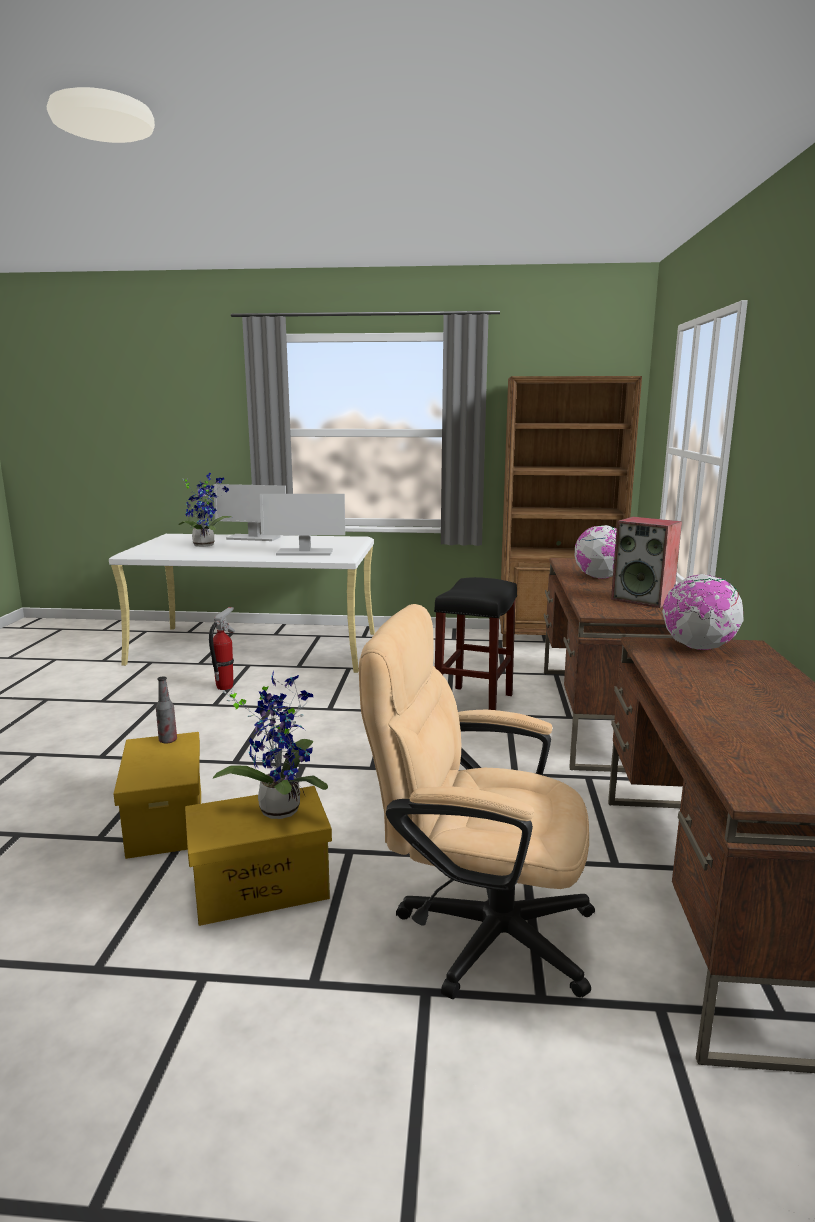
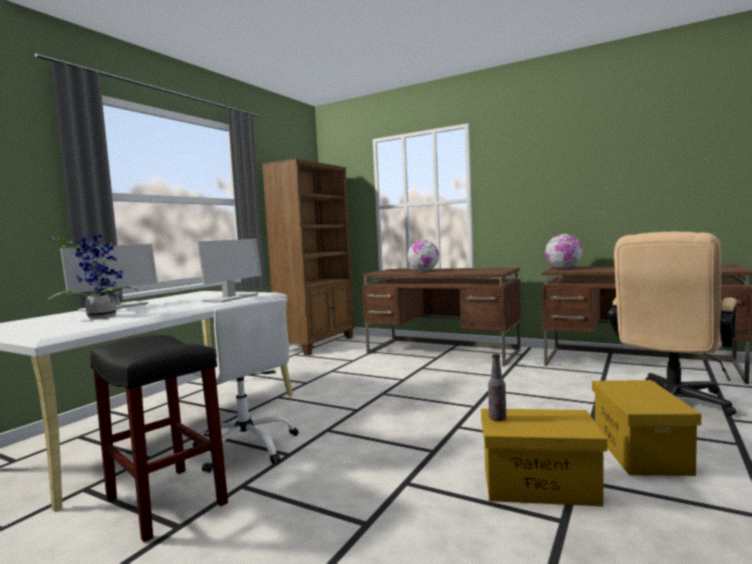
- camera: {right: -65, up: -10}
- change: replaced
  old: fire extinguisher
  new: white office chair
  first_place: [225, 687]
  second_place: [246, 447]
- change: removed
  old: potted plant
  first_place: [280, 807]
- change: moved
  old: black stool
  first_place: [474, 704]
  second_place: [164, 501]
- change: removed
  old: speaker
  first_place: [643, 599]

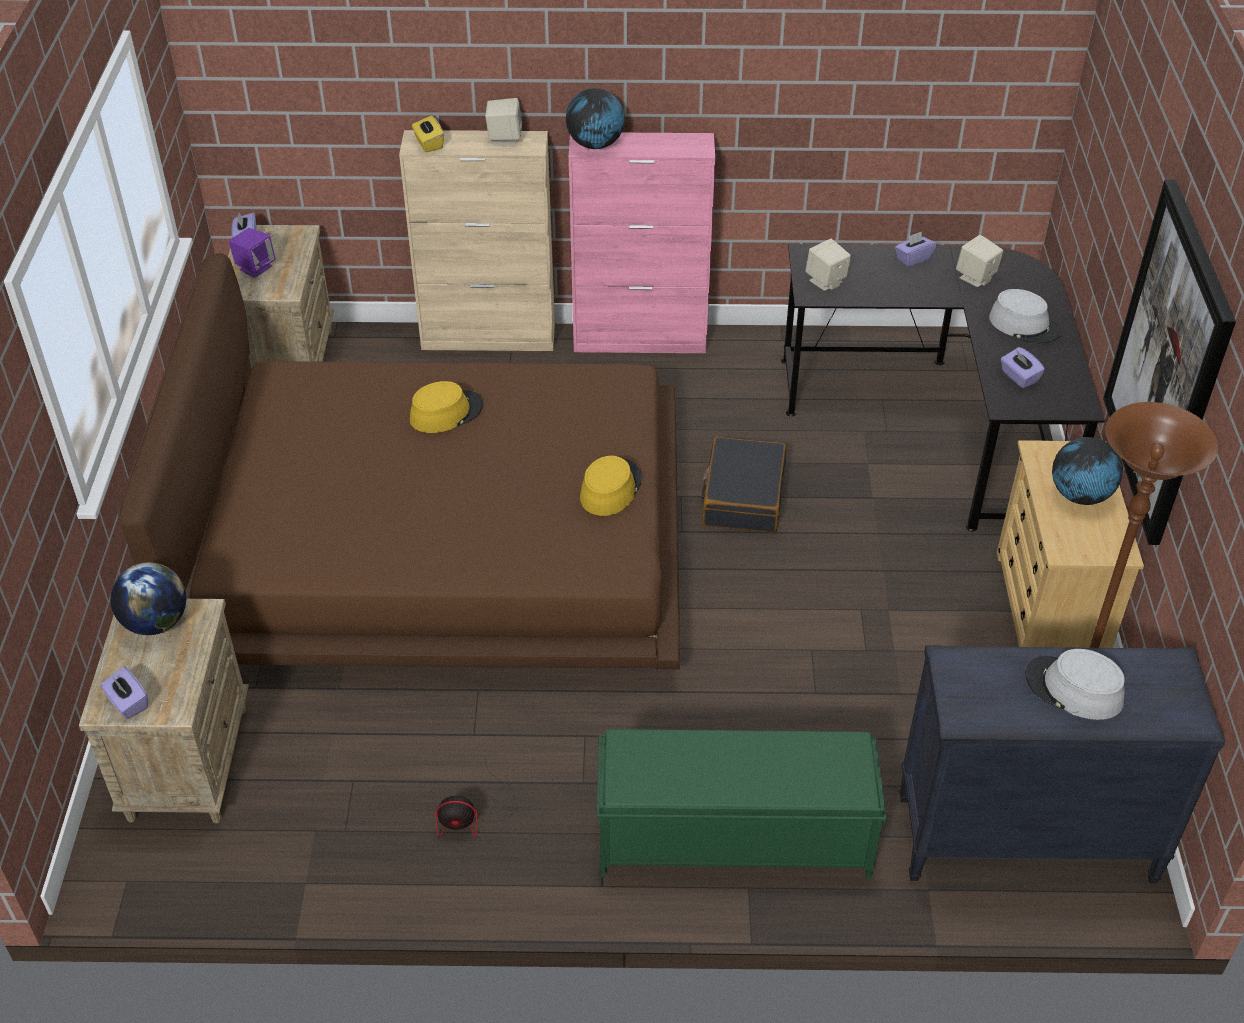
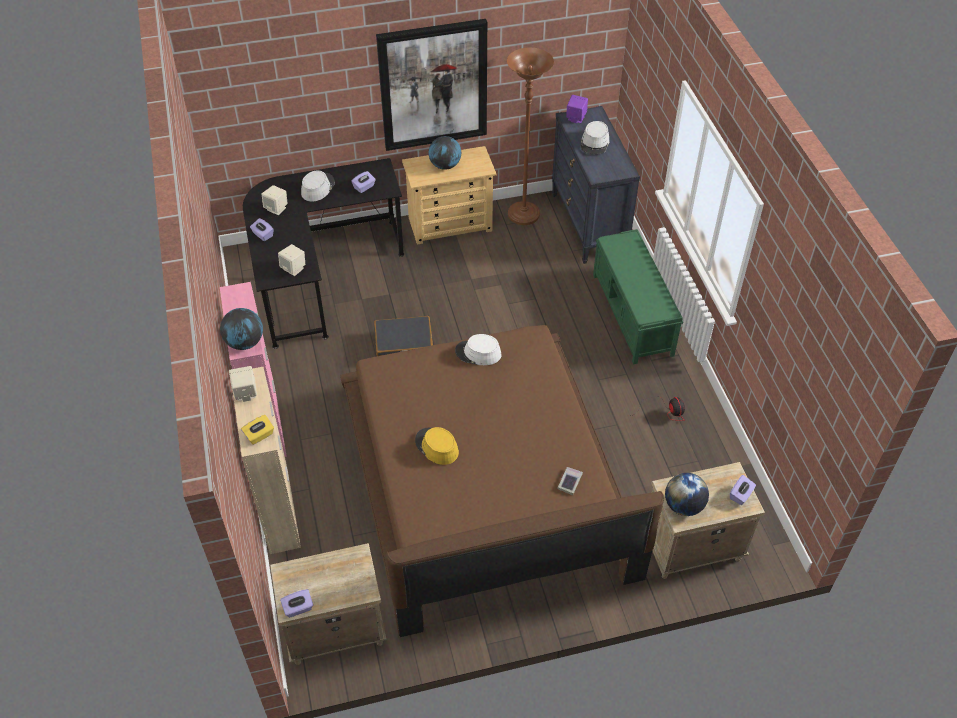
- camera: {right: -105, up: 5}
- change: moved
  old: purple speaker
  first_place: [255, 267]
  second_place: [575, 118]
- change: recoloured
  old: yellow hat
  new: white hat
  first_place: [610, 488]
  second_place: [478, 353]
- change: added
  new: book
  second_place: [569, 482]

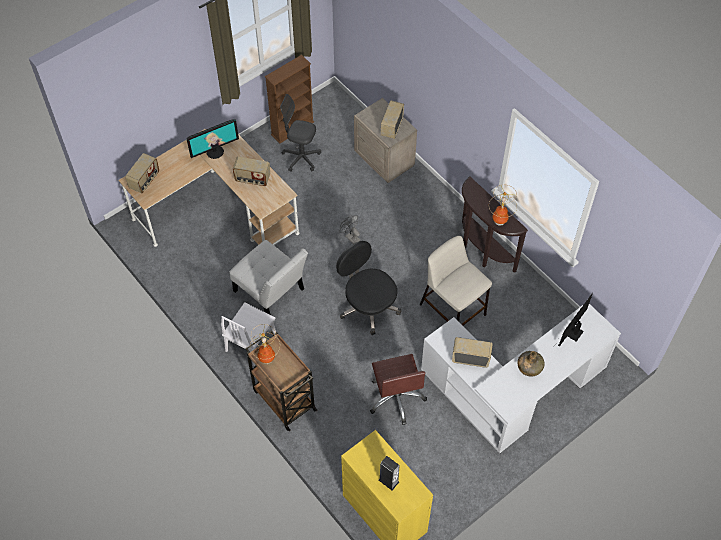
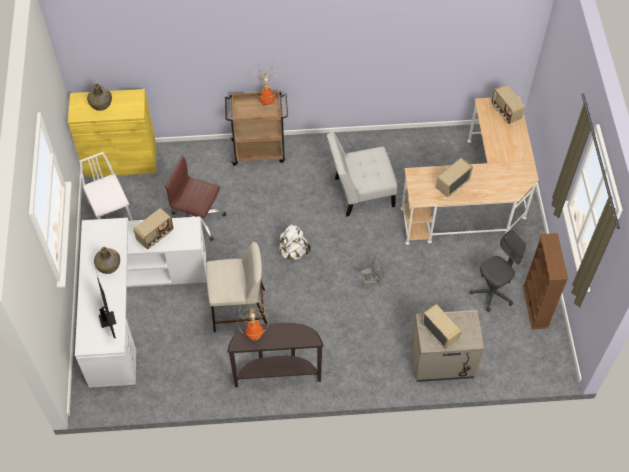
- camera: {right: 125, up: 0}
- change: removed
  old: monitor
  first_place: [215, 152]
- change: moved
  old: white chair
  first_place: [251, 342]
  second_place: [110, 211]
- change: replaced
  old: black office chair
  new: white backpack
  first_place: [368, 306]
  second_place: [293, 251]
- change: replaced
  old: speaker
  new: green bottle
  first_place: [388, 481]
  second_place: [101, 103]

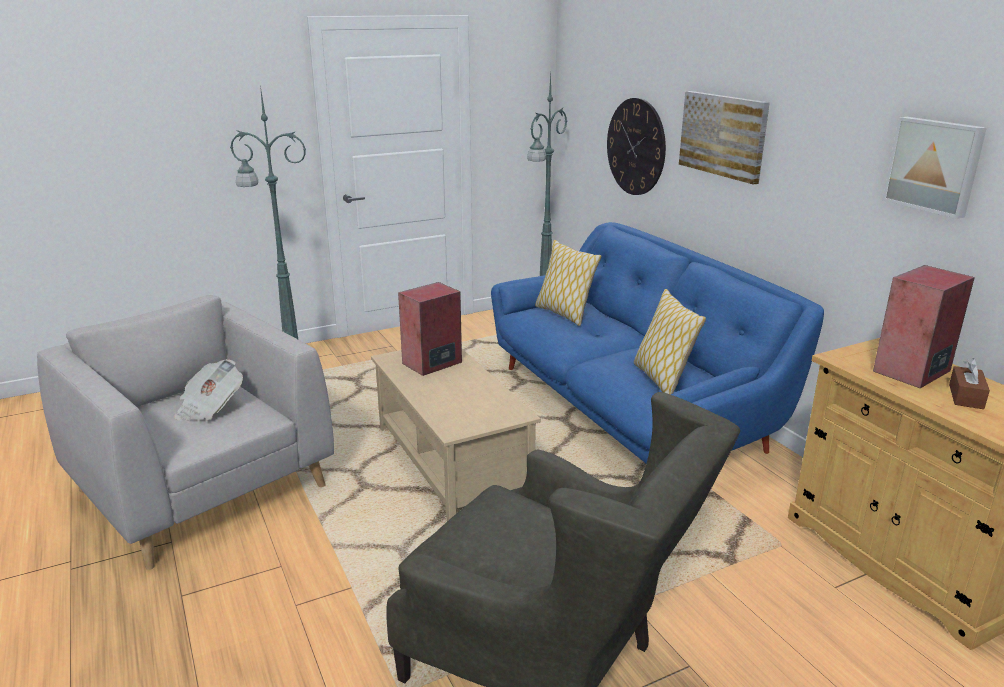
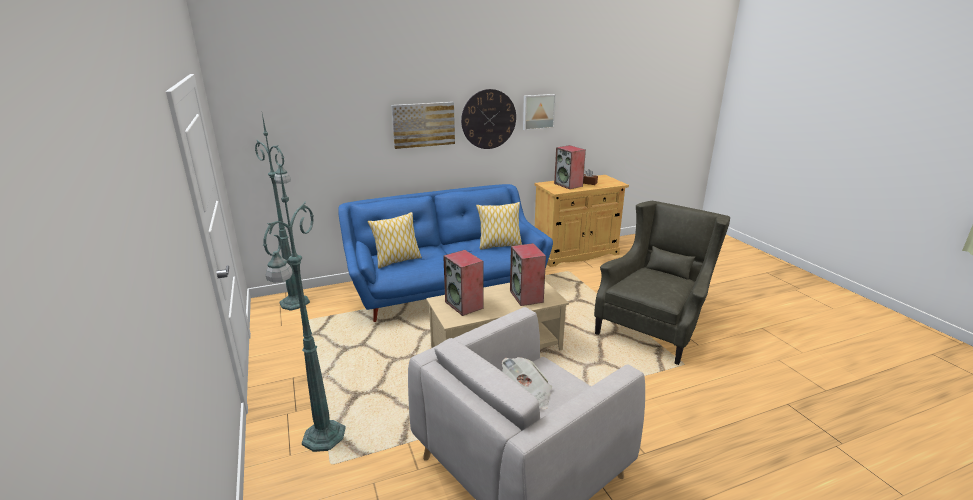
- camera: {right: -85, up: 0}
- change: moved
  old: wall clock
  first_place: [636, 147]
  second_place: [488, 119]
- change: added
  new: speaker
  second_place: [527, 296]

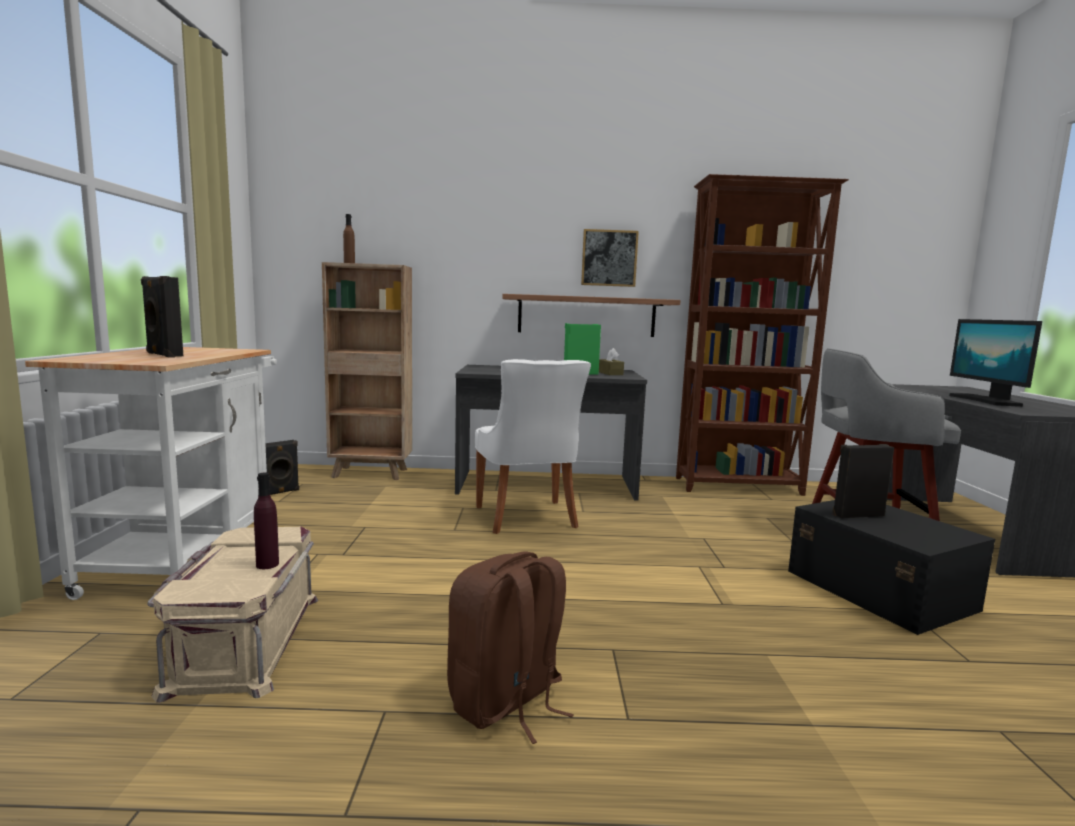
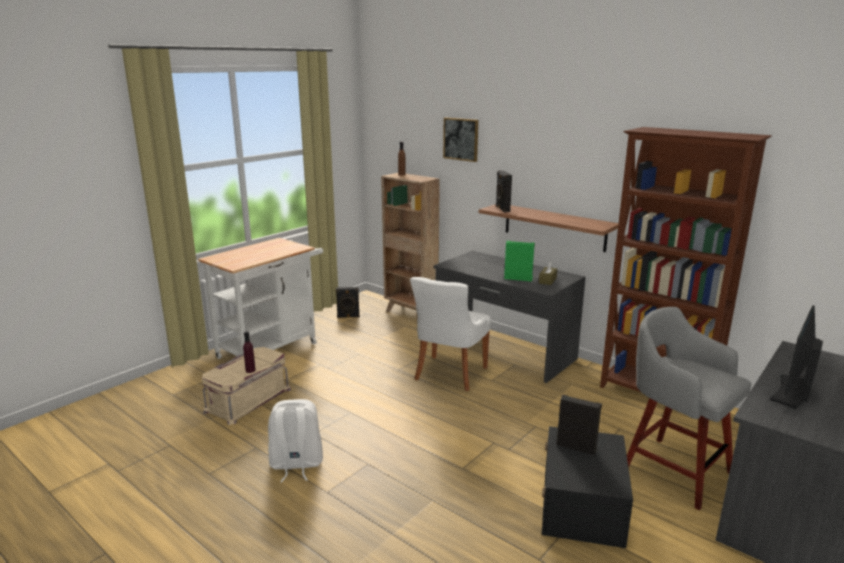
- camera: {right: 40, up: 10}
- change: moved
  old: black speaker
  first_place: [163, 355]
  second_place: [502, 209]
- change: recoloured
  old: brown backpack
  new: white backpack
  first_place: [507, 703]
  second_place: [296, 464]
- change: moved
  old: picture
  first_place: [609, 258]
  second_place: [461, 139]

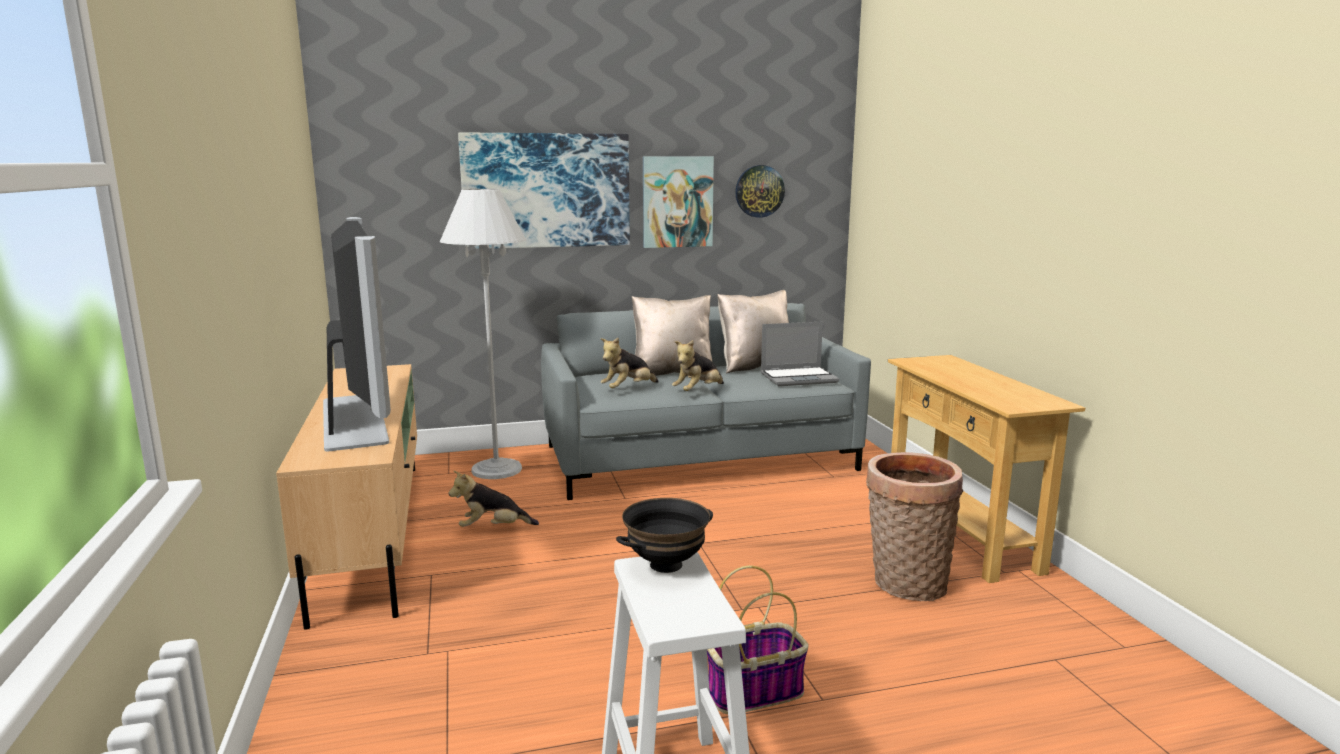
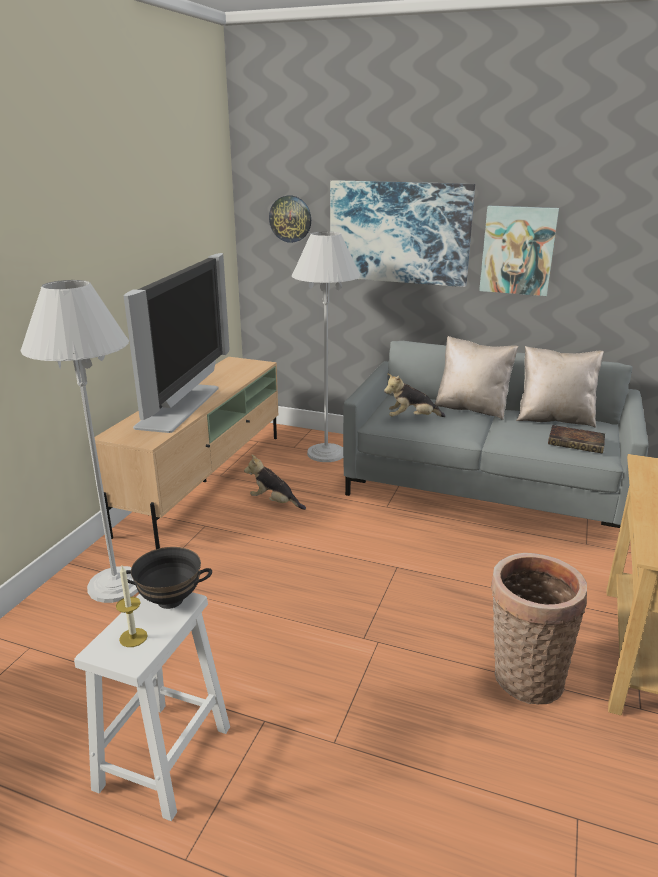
- camera: {right: 35, up: 10}
- change: removed
  old: plush toy
  first_place: [698, 391]
- change: removed
  old: basket
  first_place: [755, 691]
- change: moved
  old: wall clock
  first_place: [759, 191]
  second_place: [290, 219]
- change: replaced
  old: laptop
  new: book
  first_place: [799, 378]
  second_place: [577, 443]
- change: added
  new: white floor lamp
  second_place: [115, 585]
- change: added
  new: candle
  second_place: [133, 637]

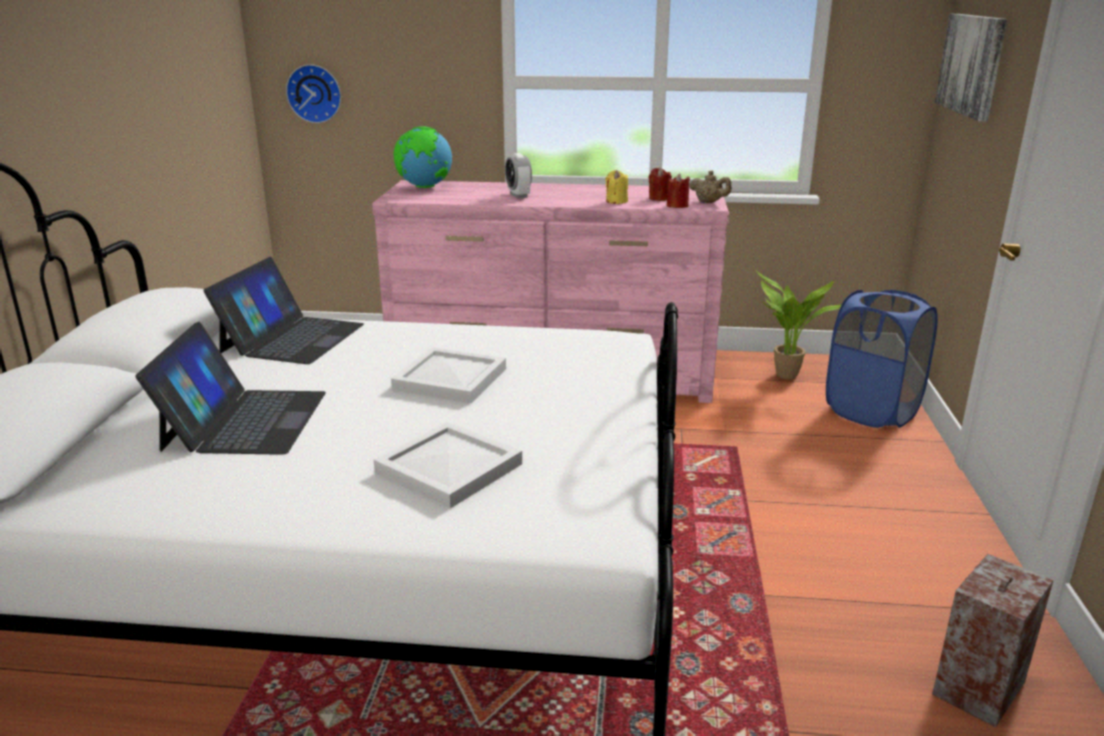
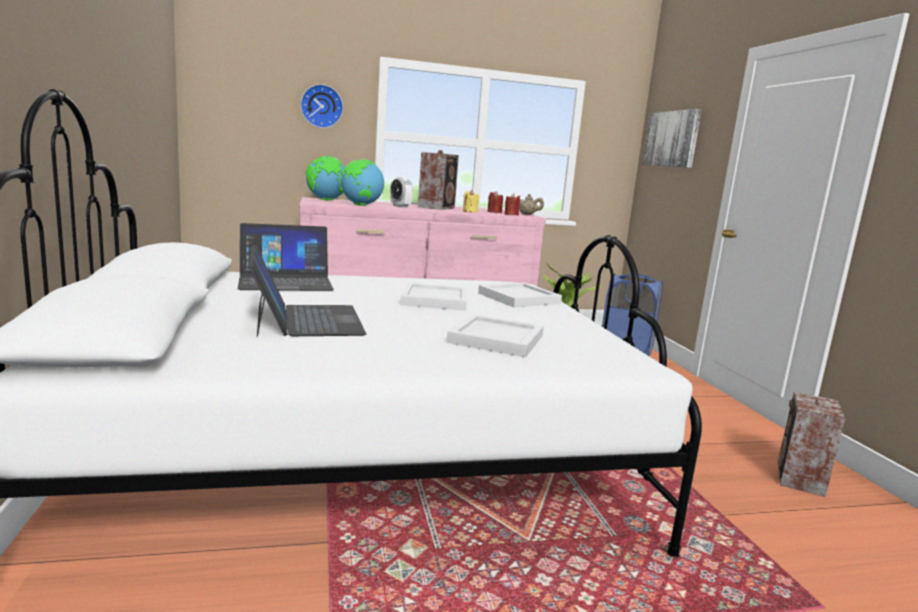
- camera: {right: -20, up: -10}
- change: turned
  old: laptop
  first_place: [292, 338]
  second_place: [285, 281]
  degrees: 75
- change: moved
  old: wall clock
  first_place: [315, 93]
  second_place: [321, 106]
- change: added
  new: globe
  second_place: [361, 205]
- change: added
  new: speaker
  second_place: [437, 207]
- change: added
  new: white tray
  second_place: [520, 298]

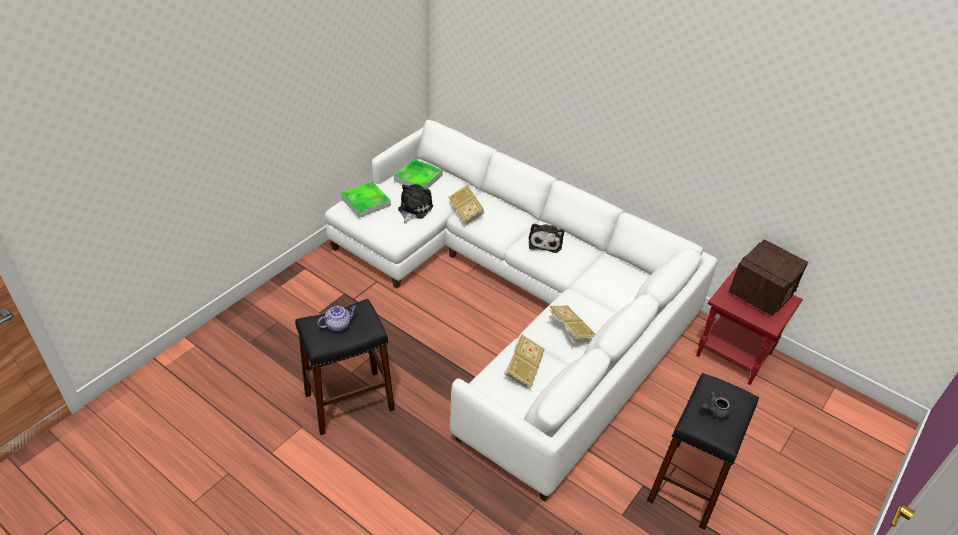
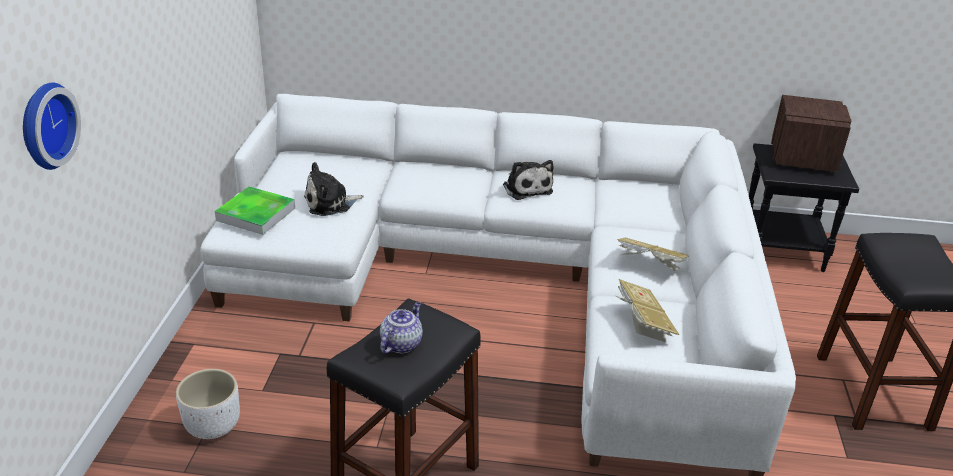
- camera: {right: -30, up: -10}
- change: removed
  old: tray
  first_place: [418, 178]
- change: turned
  old: plush toy
  first_place: [414, 209]
  second_place: [330, 203]
  degrees: -105
- change: removed
  old: book
  first_place: [466, 212]
- change: recoloured
  old: red side table
  new: black side table
  first_place: [735, 354]
  second_place: [782, 250]
- change: removed
  old: grey teapot
  first_place: [715, 411]
- change: added
  new: wall clock
  second_place: [44, 125]
- change: added
  new: white planter
  second_place: [213, 425]

